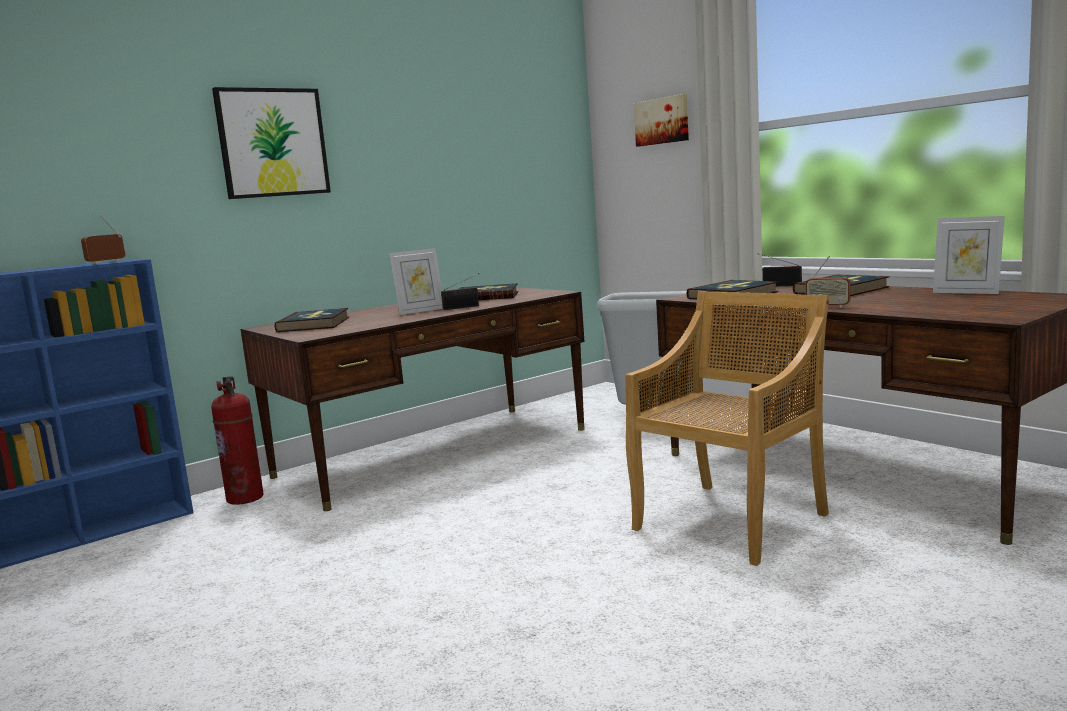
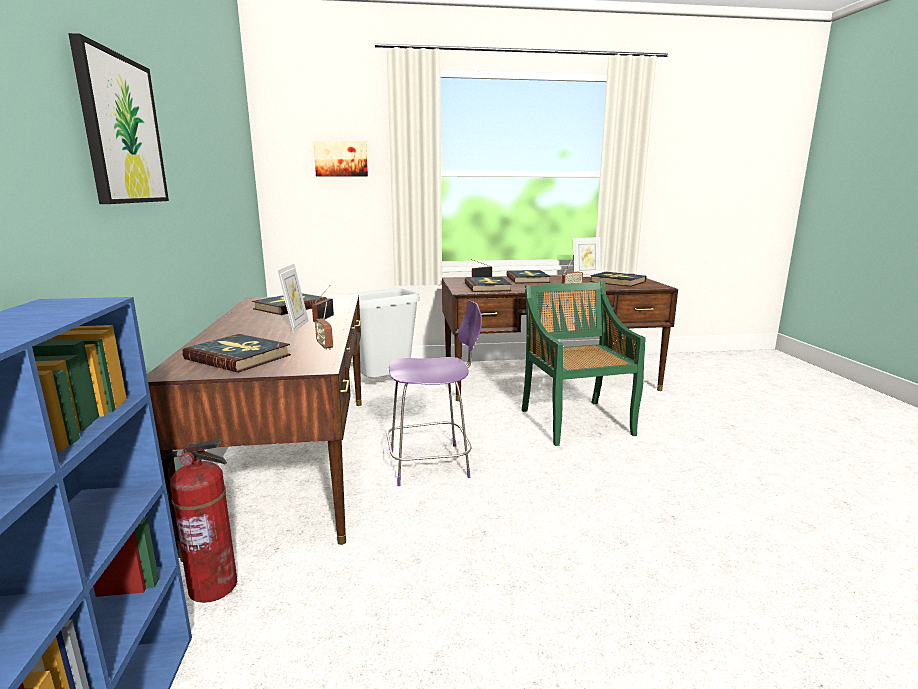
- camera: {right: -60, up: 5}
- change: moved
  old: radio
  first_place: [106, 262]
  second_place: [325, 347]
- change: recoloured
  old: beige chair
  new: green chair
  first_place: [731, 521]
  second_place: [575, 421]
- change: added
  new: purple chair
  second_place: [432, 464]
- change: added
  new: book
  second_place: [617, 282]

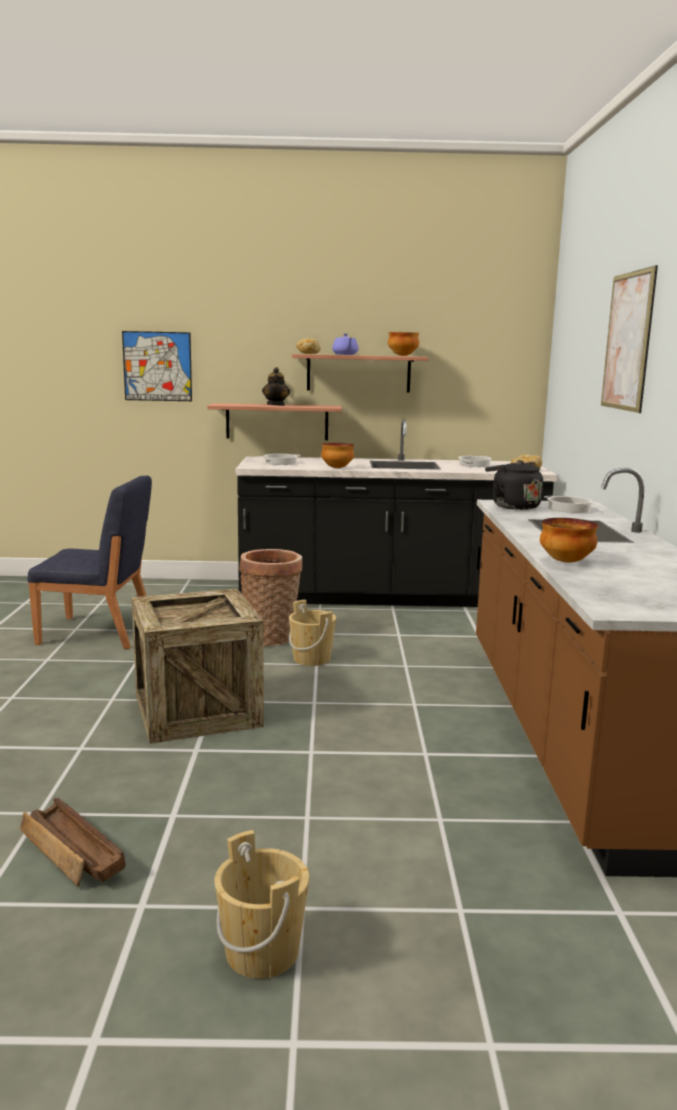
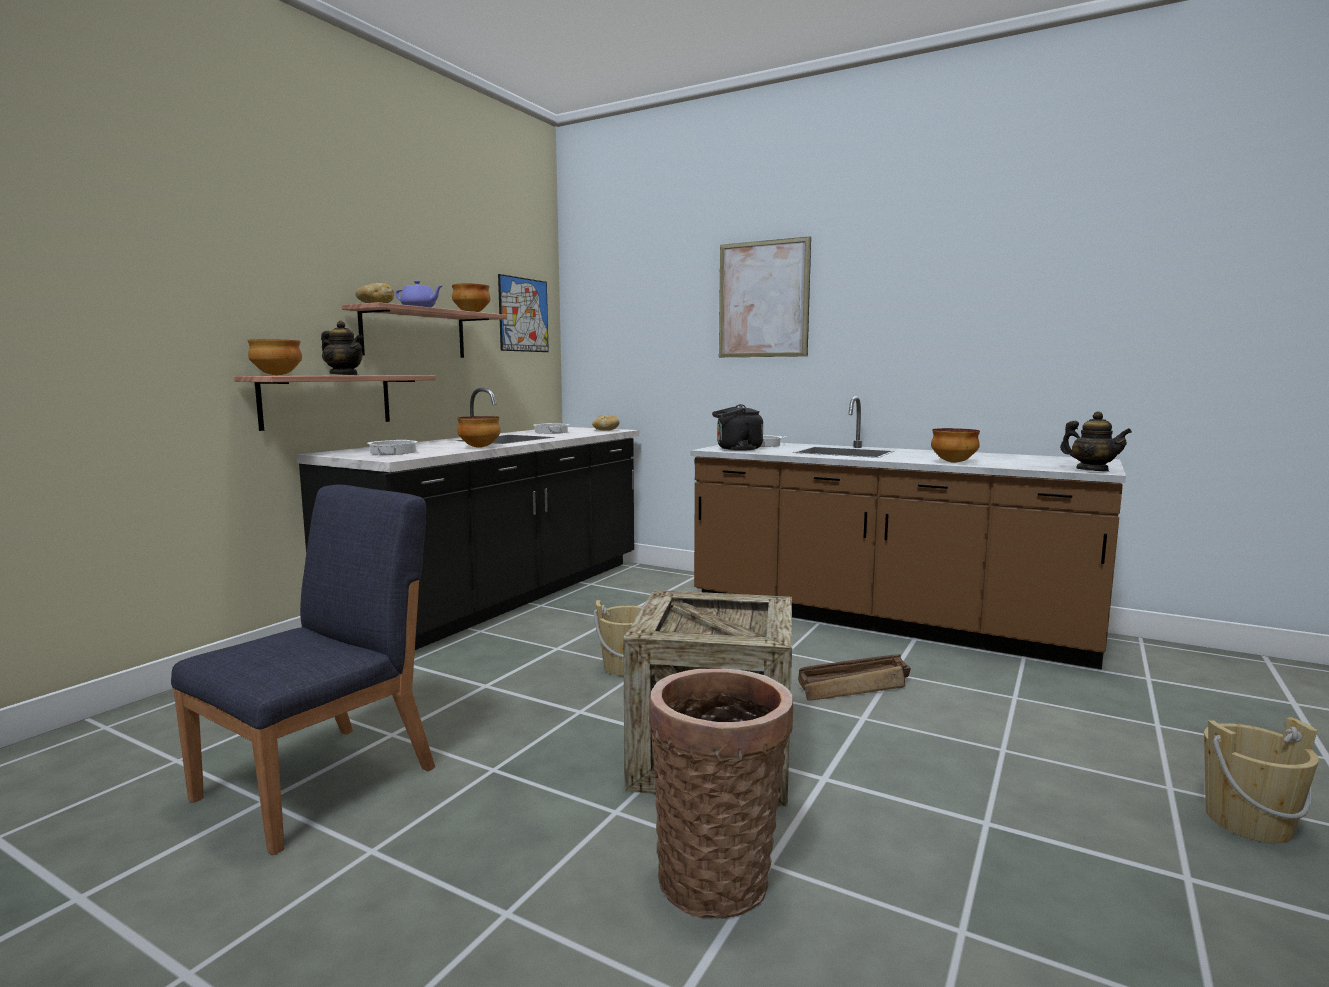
- camera: {right: -60, up: -5}
- change: moved
  old: crate
  first_place: [72, 853]
  second_place: [855, 687]
- change: moved
  old: picture
  first_place: [157, 366]
  second_place: [523, 315]
- change: moved
  old: basket
  first_place: [271, 638]
  second_place: [718, 875]
- change: added
  new: bowl
  second_place: [276, 375]
- change: added
  new: teapot
  second_place: [1092, 470]

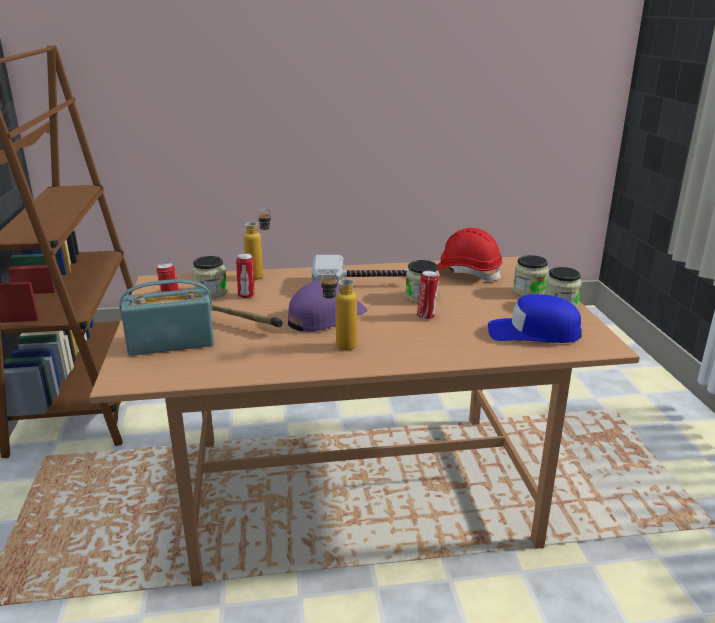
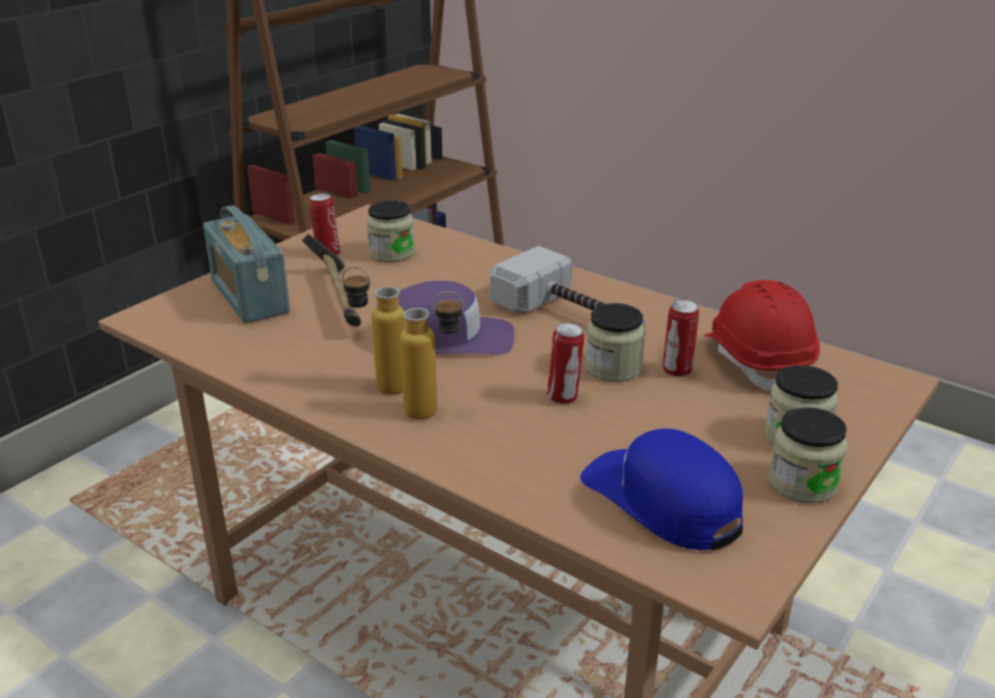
- camera: {right: 45, up: 5}
- change: turned
  old: radio
  first_place: [171, 343]
  second_place: [249, 297]
  degrees: -150
- change: moved
  old: can
  first_place: [246, 296]
  second_place: [677, 371]
- change: moved
  old: bottle
  first_place: [260, 275]
  second_place: [434, 412]

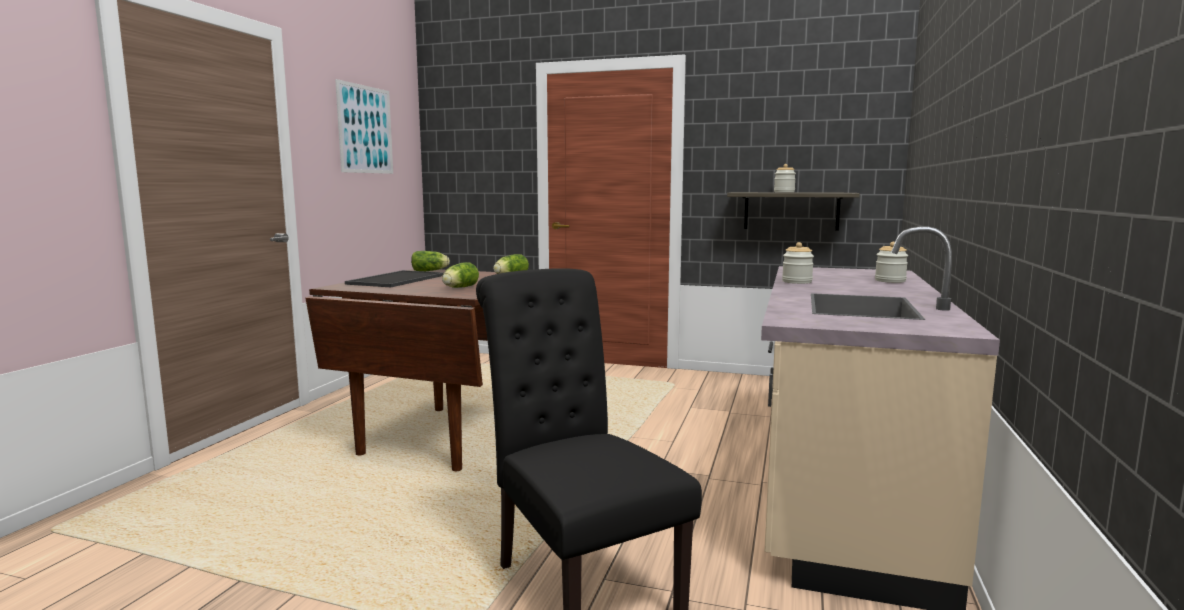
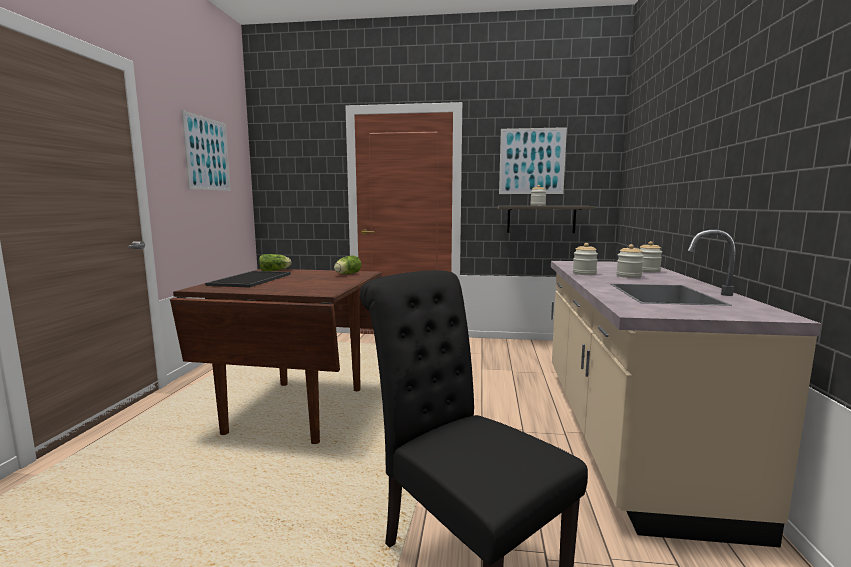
- camera: {right: -10, up: 0}
- change: removed
  old: lettuce
  first_place: [459, 288]
- change: added
  new: picture
  second_place: [532, 161]
- change: added
  new: jar
  second_place: [628, 276]

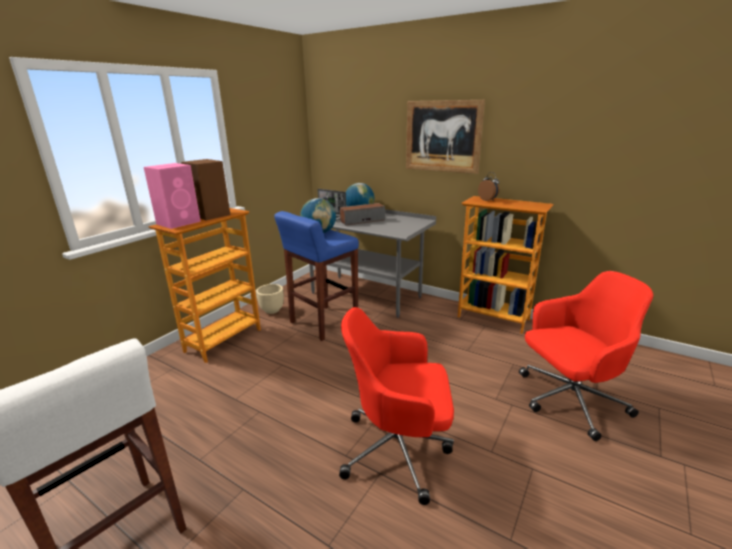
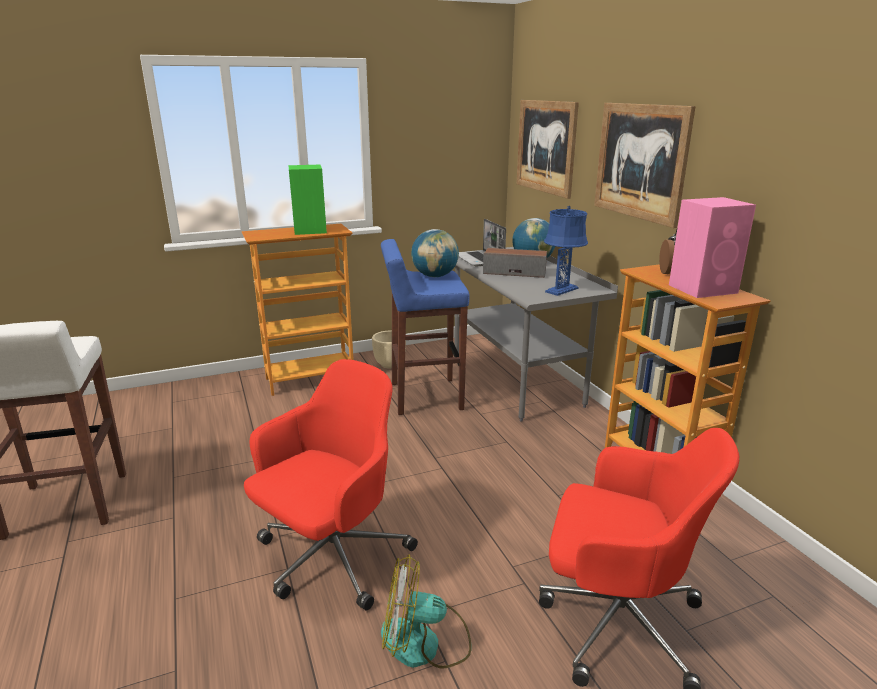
- camera: {right: 35, up: 0}
- change: moved
  old: pink speaker
  first_place: [179, 222]
  second_place: [704, 289]
- change: recoloured
  old: brown speaker
  new: green speaker
  first_place: [211, 215]
  second_place: [310, 230]
- change: turned
  old: red office chair
  first_place: [398, 450]
  second_place: [331, 558]
  degrees: 90
- change: added
  new: fan
  second_place: [424, 643]
- change: added
  new: picture
  second_place: [546, 147]
- change: added
  new: blue table lamp
  second_place: [562, 290]

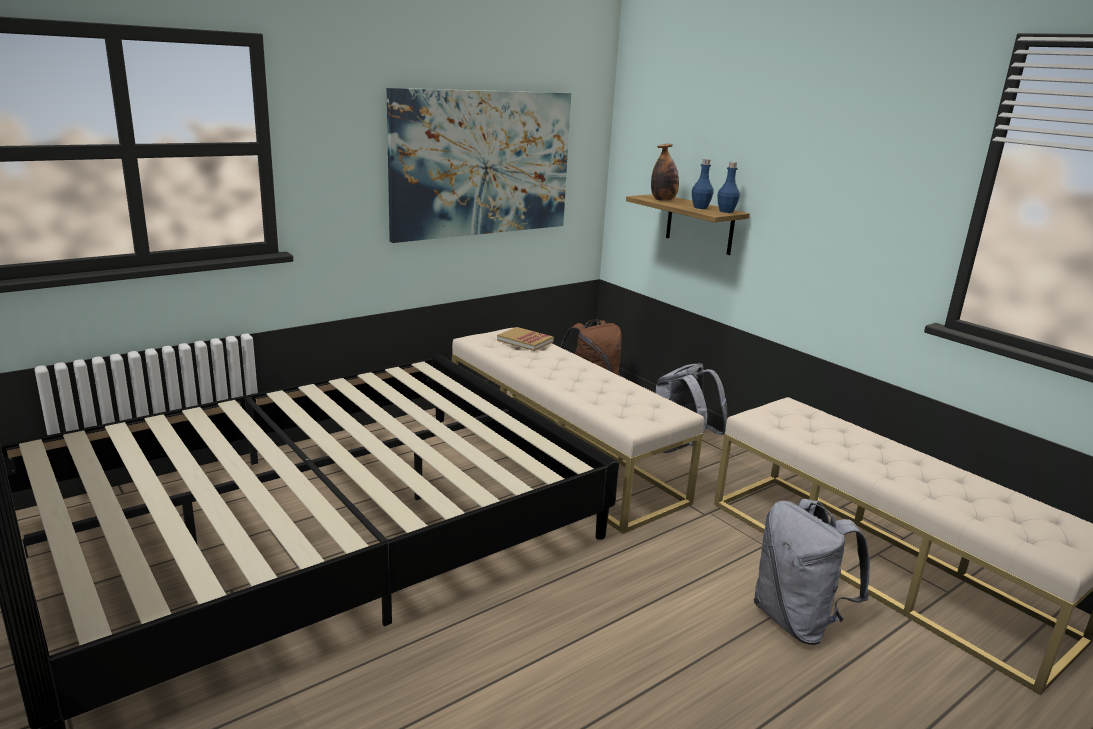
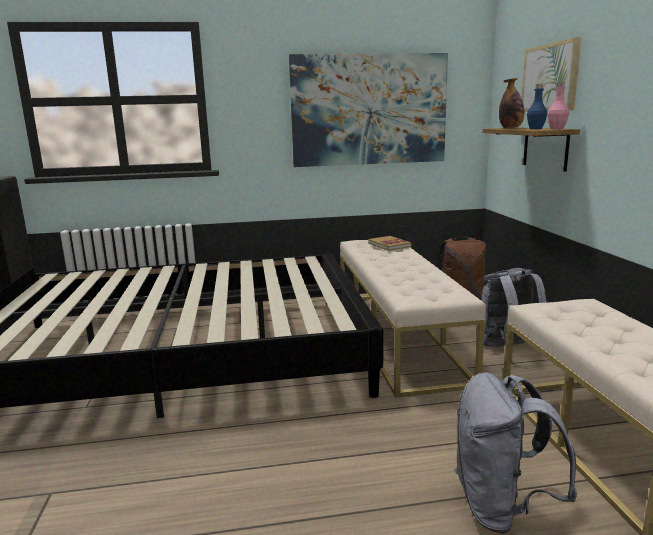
- camera: {right: 30, up: -5}
- change: recoloured
  old: blue bottle
  new: pink bottle
  first_place: [726, 211]
  second_place: [556, 129]
- change: added
  new: picture
  second_place: [550, 77]

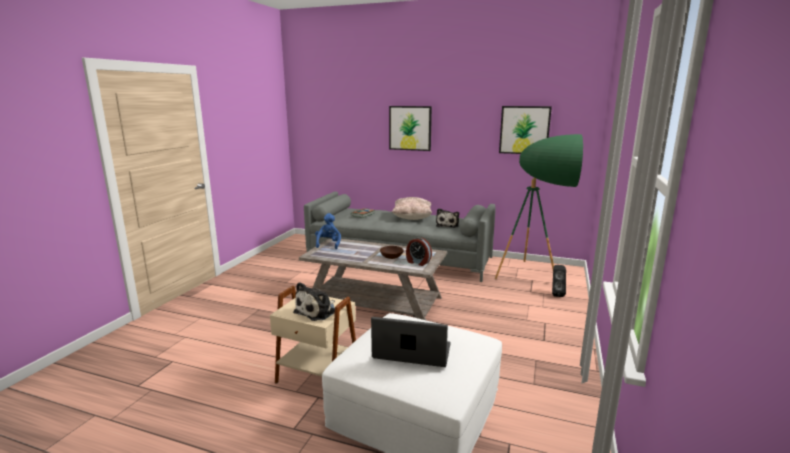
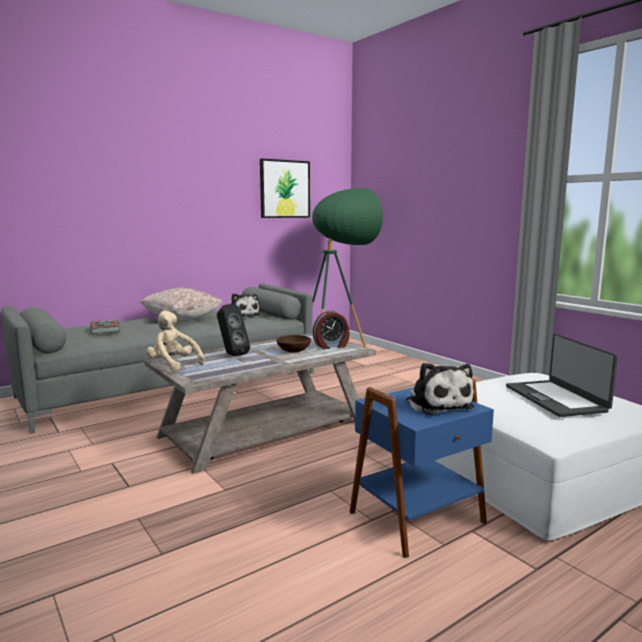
- camera: {right: -55, up: -5}
- change: recoloured
  old: beige side table
  new: blue side table
  first_place: [317, 376]
  second_place: [419, 518]
- change: recoloured
  old: blue plush toy
  new: beige plush toy
  first_place: [328, 244]
  second_place: [173, 365]
- change: turned
  old: laptop
  first_place: [412, 352]
  second_place: [556, 398]
  degrees: -60
- change: removed
  old: picture
  first_place: [410, 128]
- change: moved
  old: black speaker
  first_place: [556, 294]
  second_place: [231, 354]

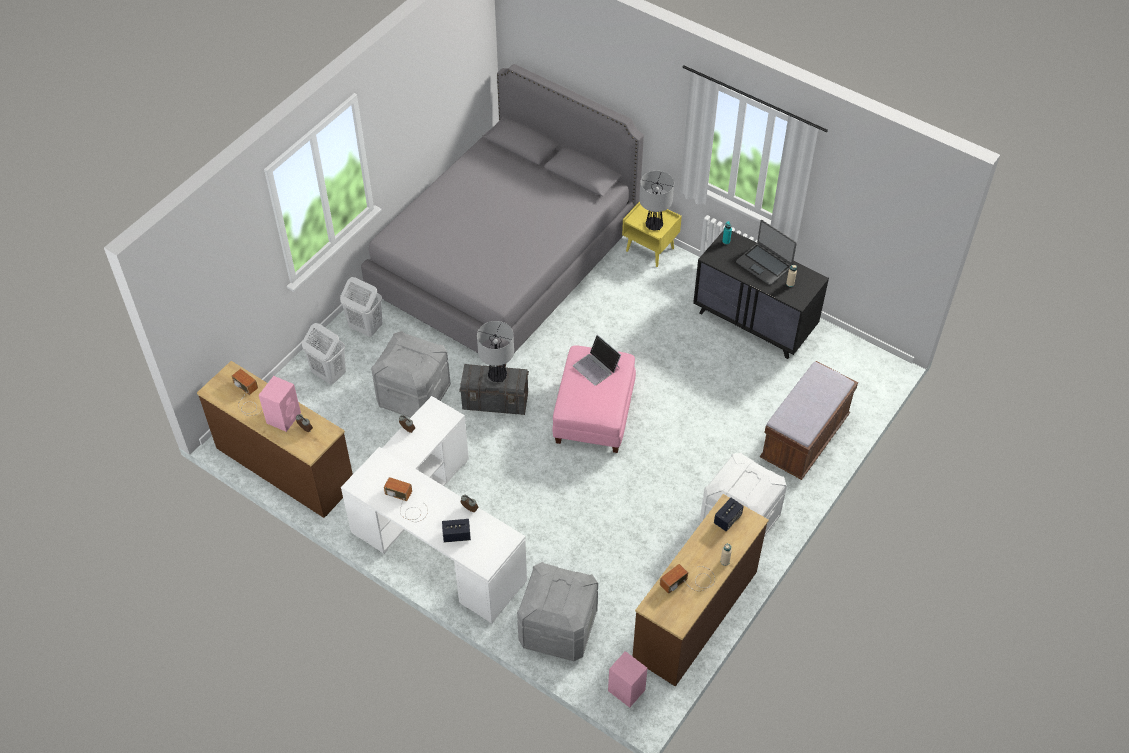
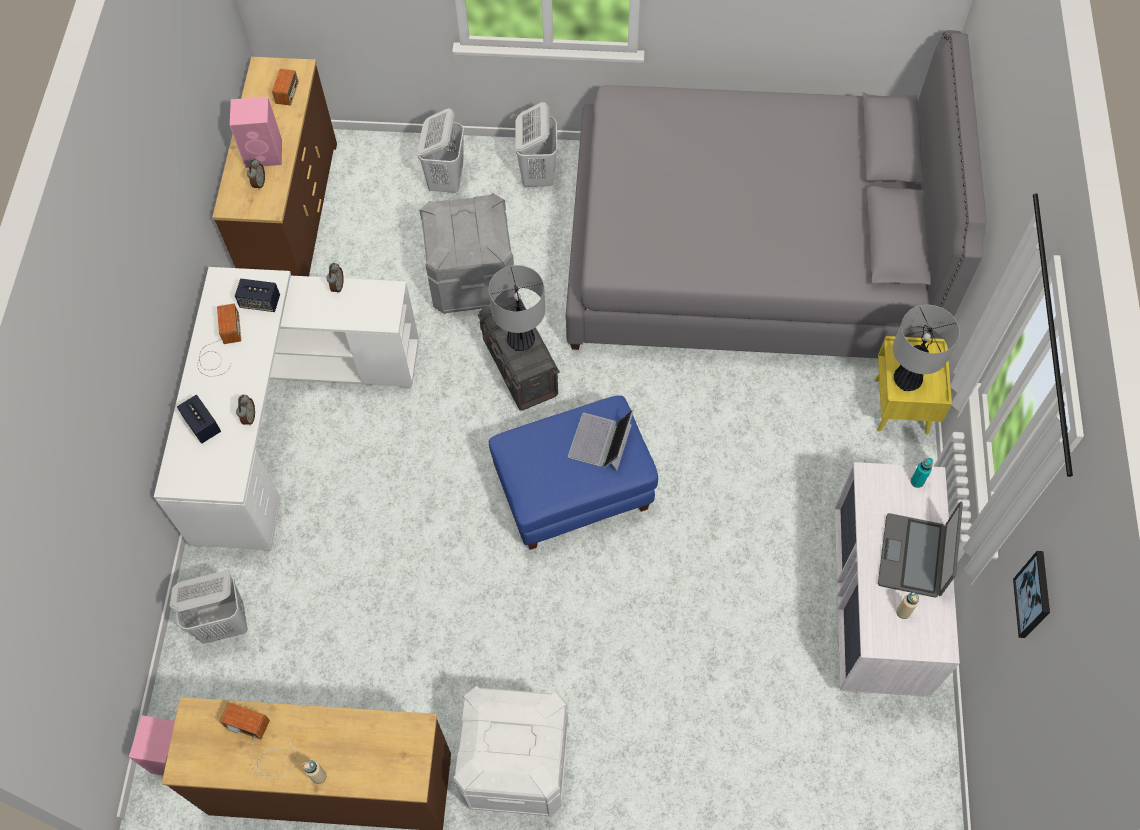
- camera: {right: 60, up: 10}
- change: replaced
  old: grey storage box
  new: white laundry basket
  first_place: [557, 628]
  second_place: [225, 624]
- change: recoloured
  old: pink ottoman
  new: blue ottoman
  first_place: [594, 415]
  second_place: [573, 490]
- change: recoloured
  old: black dresser
  new: white dresser
  first_place: [754, 322]
  second_place: [875, 608]
- change: moved
  old: speaker
  first_place: [727, 519]
  second_place: [260, 302]
- change: removed
  old: brown bench
  first_place: [804, 439]
- change: added
  new: picture
  second_place: [1034, 595]

